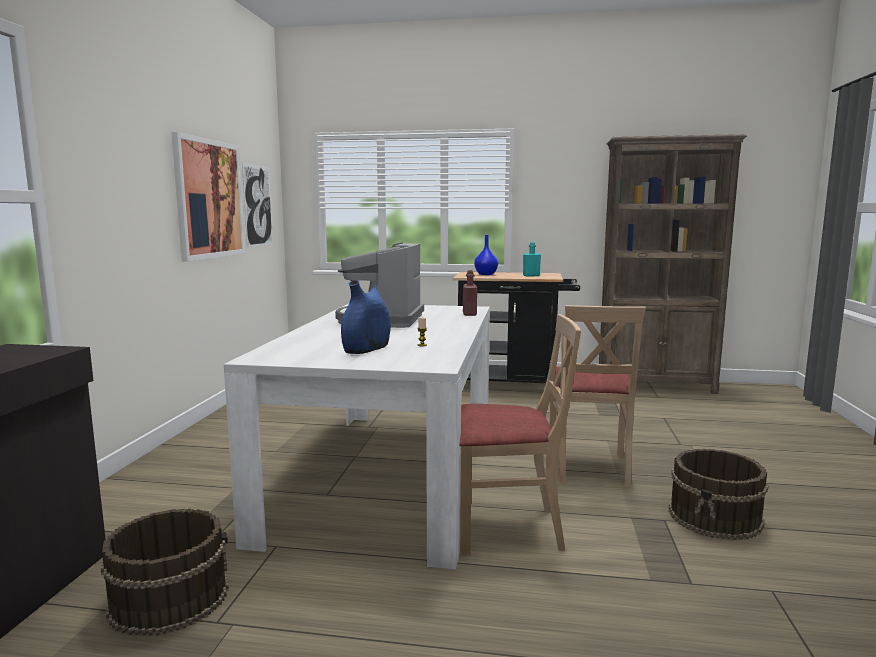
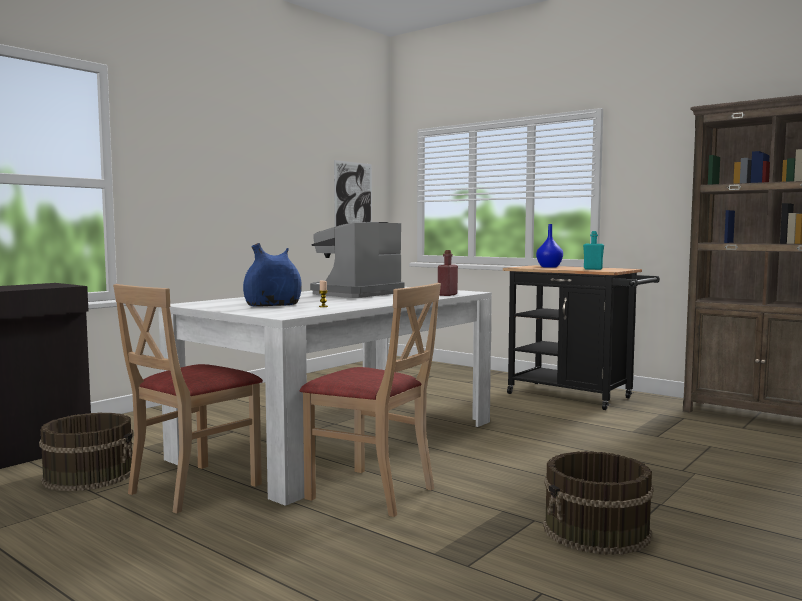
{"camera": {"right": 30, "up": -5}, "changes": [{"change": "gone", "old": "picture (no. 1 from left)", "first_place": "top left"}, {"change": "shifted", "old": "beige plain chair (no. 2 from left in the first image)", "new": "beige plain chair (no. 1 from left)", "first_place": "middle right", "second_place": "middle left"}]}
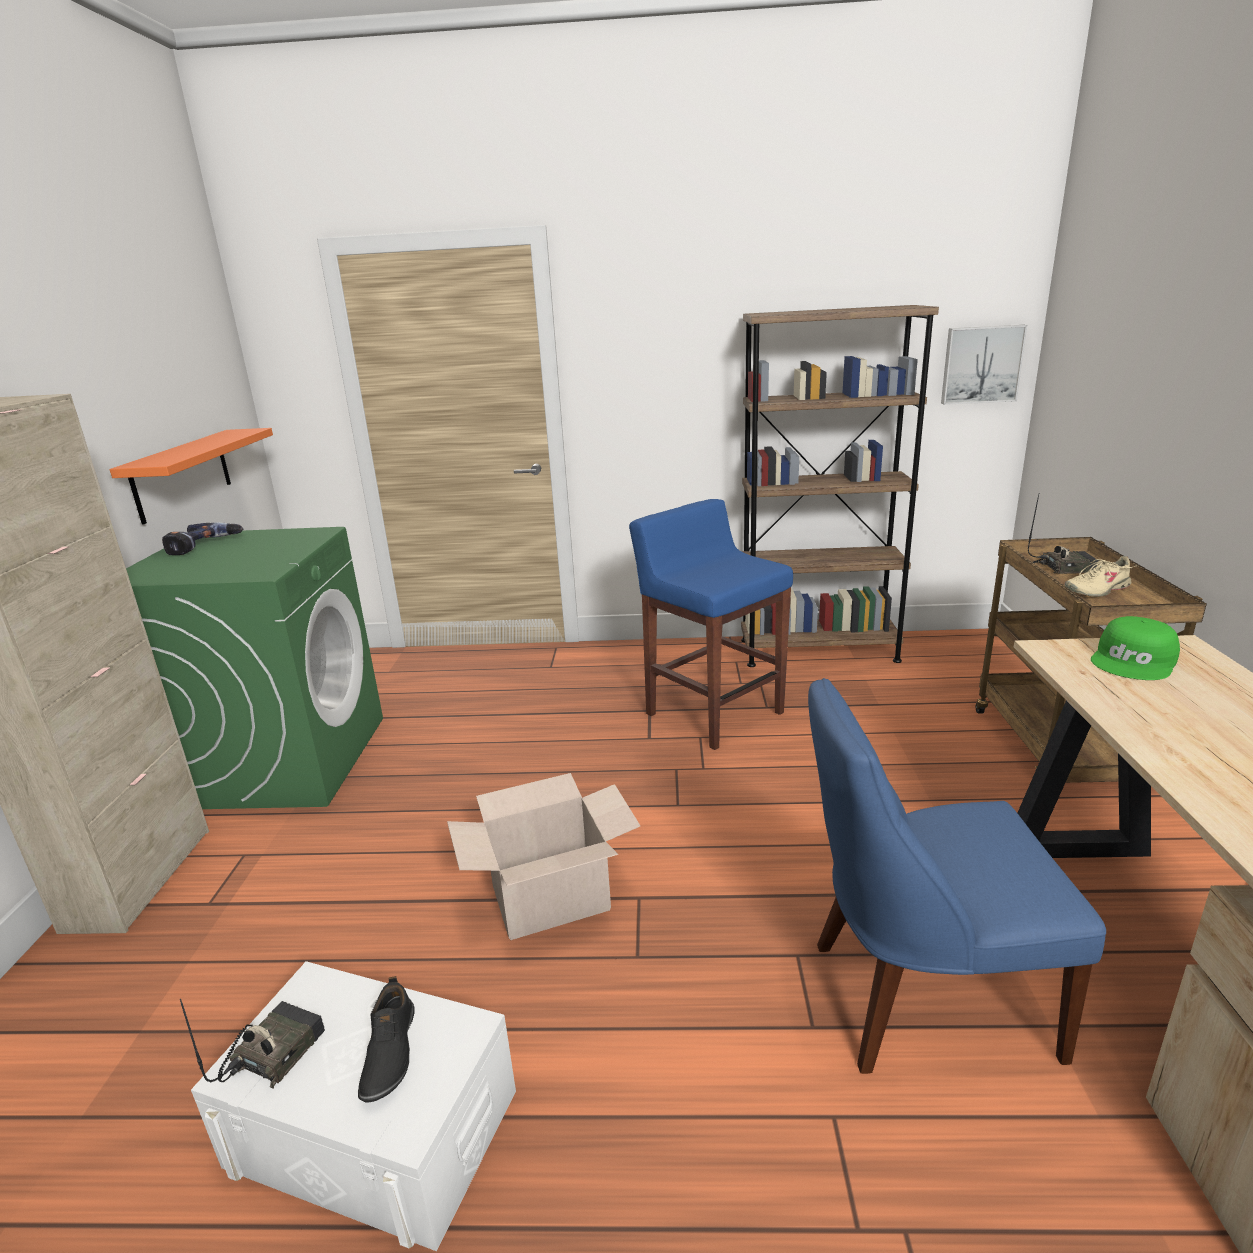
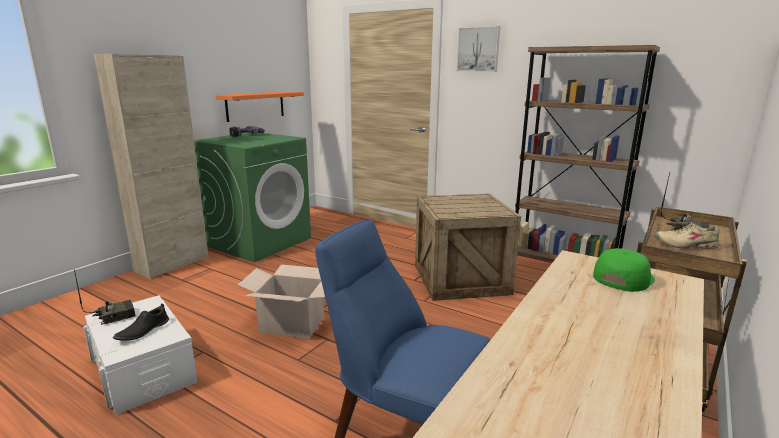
{"camera": {"right": 30, "up": -5}, "changes": [{"change": "shifted", "old": "picture", "first_place": "top right", "second_place": "top centre"}, {"change": "swapped", "old": "blue sitting stool", "new": "shipping crate", "first_place": "centre", "second_place": "centre"}, {"change": "rotated", "old": "greenish baseball cap", "first_place": "middle right", "second_place": "middle right", "degrees": 150}]}
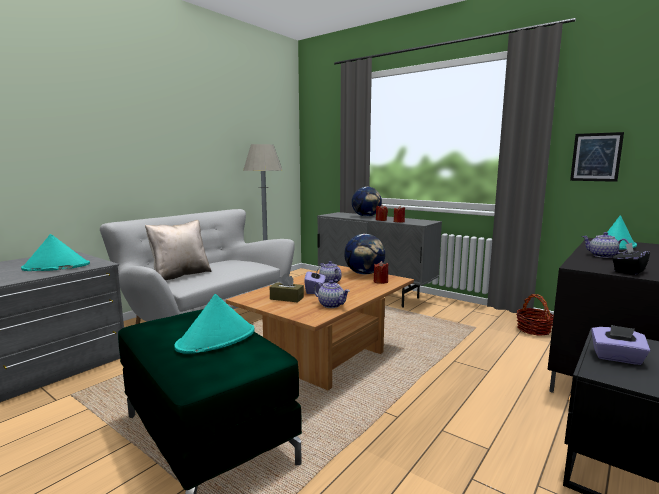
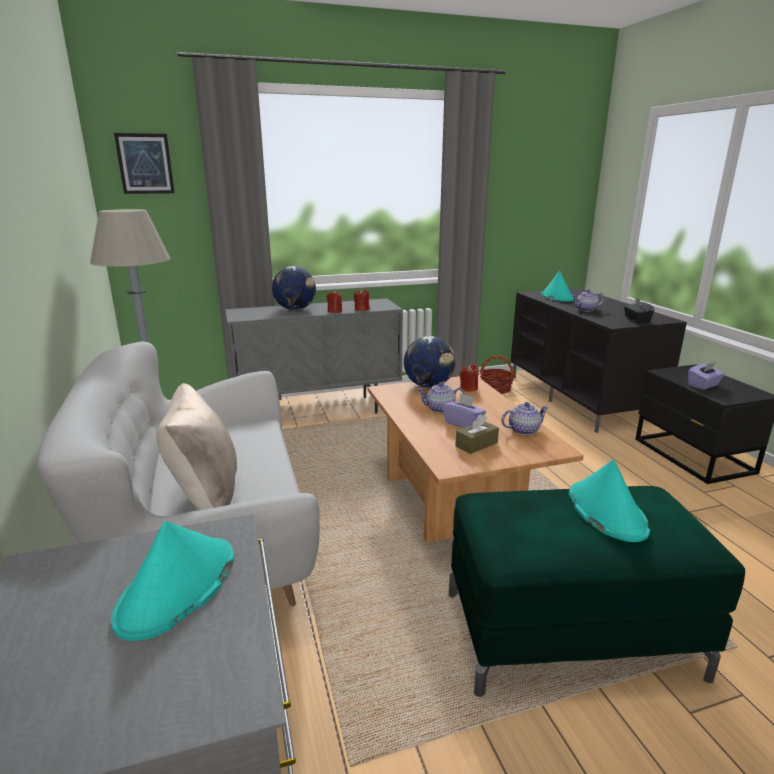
{"camera": {"right": -55, "up": 10}, "changes": [{"change": "shifted", "old": "picture", "first_place": "top right", "second_place": "top left"}]}
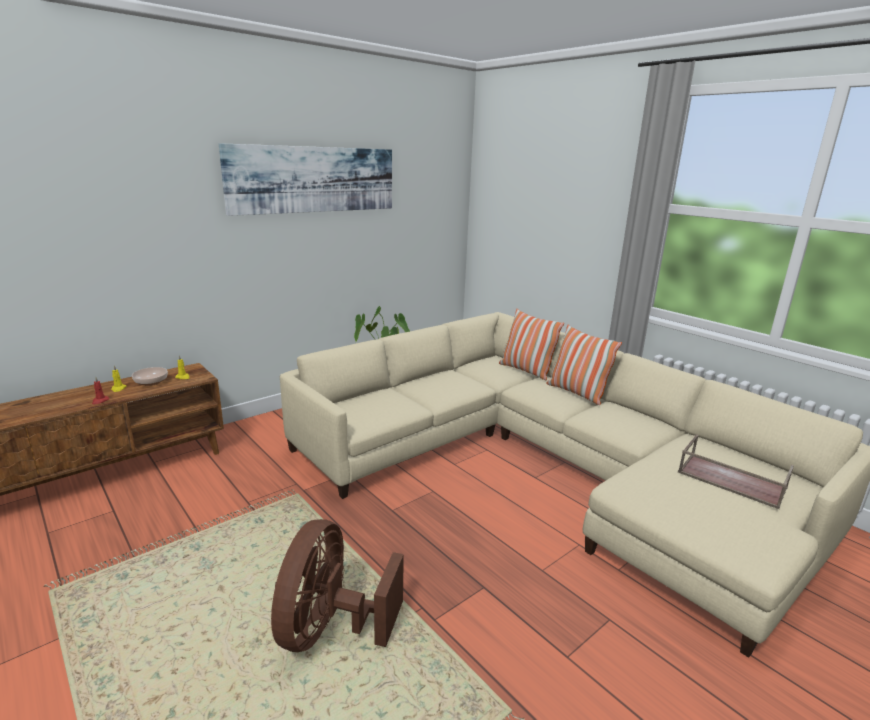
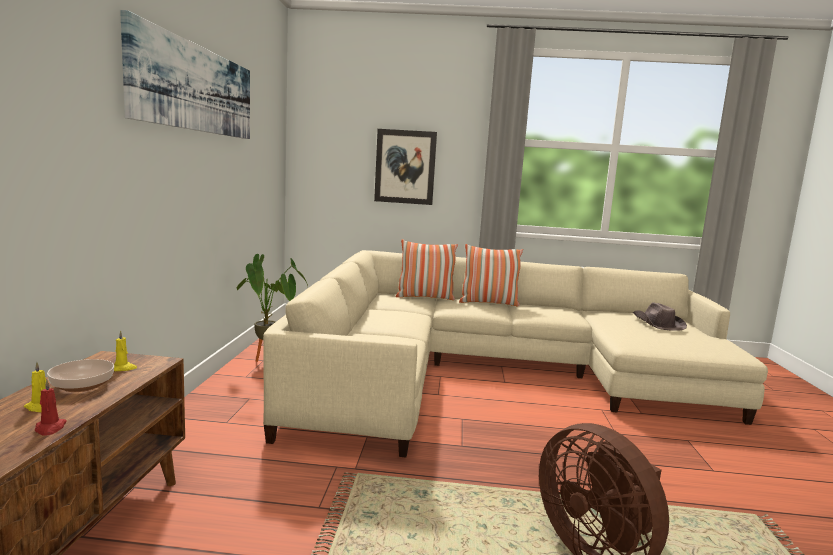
{"camera": {"right": -45, "up": -10}, "changes": [{"change": "swapped", "old": "brown tray", "new": "brown wearable hat", "first_place": "middle right", "second_place": "middle right"}, {"change": "new", "new": "picture (no. 2 from left)", "second_place": "top centre"}]}
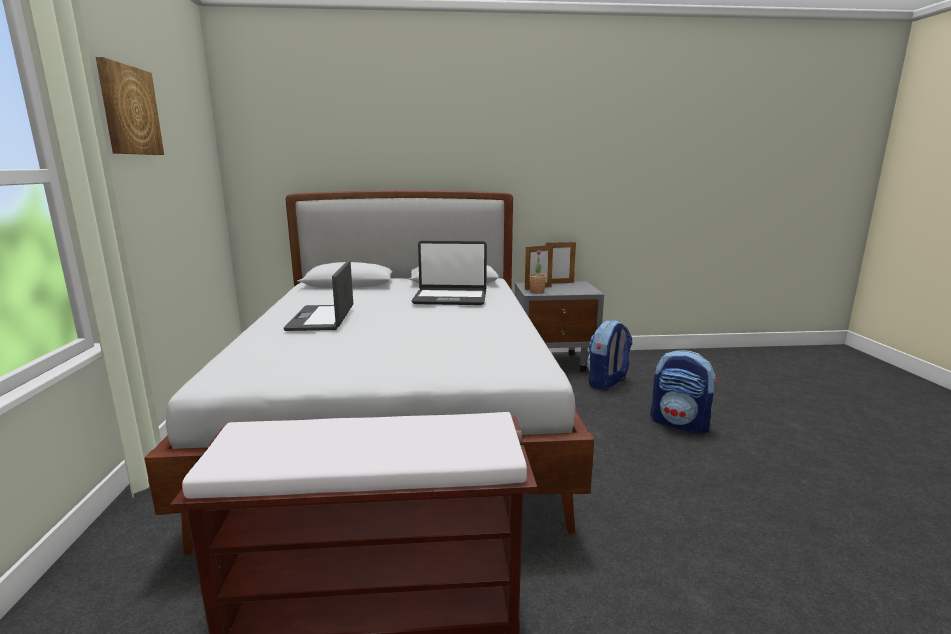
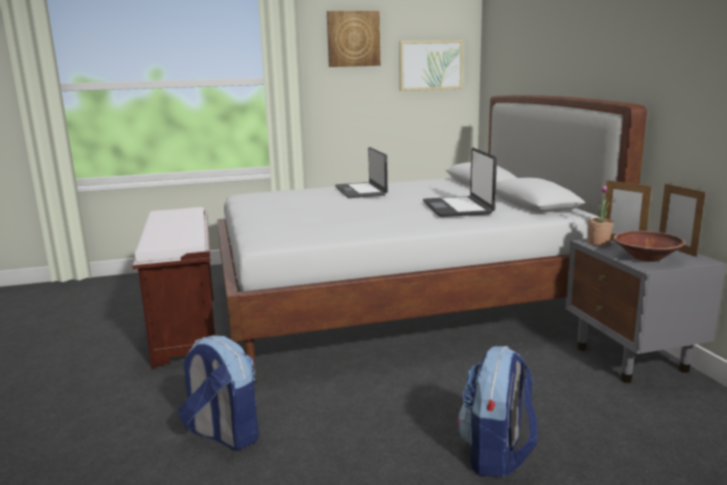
{"camera": {"right": 80, "up": 0}, "changes": [{"change": "rotated", "old": "portable computer (no. 1 from left)", "first_place": "centre", "second_place": "centre", "degrees": -90}, {"change": "shifted", "old": "rucksack (no. 1 from left)", "first_place": "centre", "second_place": "bottom left"}, {"change": "new", "new": "picture (no. 2 from left)", "second_place": "top centre"}, {"change": "new", "new": "brown serving bowl", "second_place": "middle right"}]}
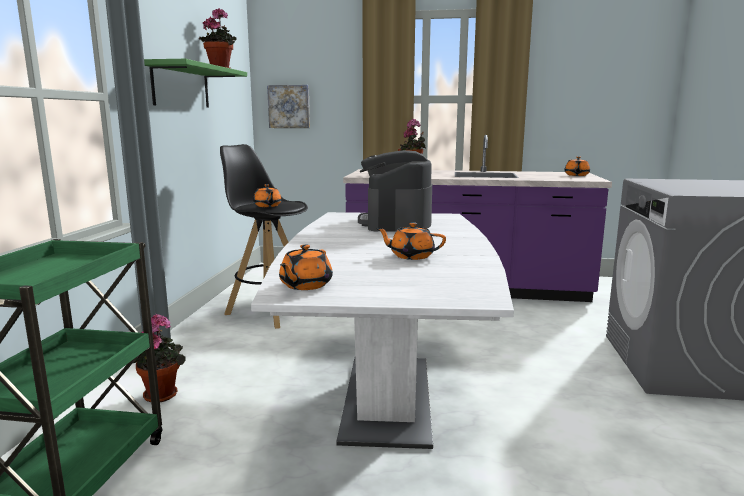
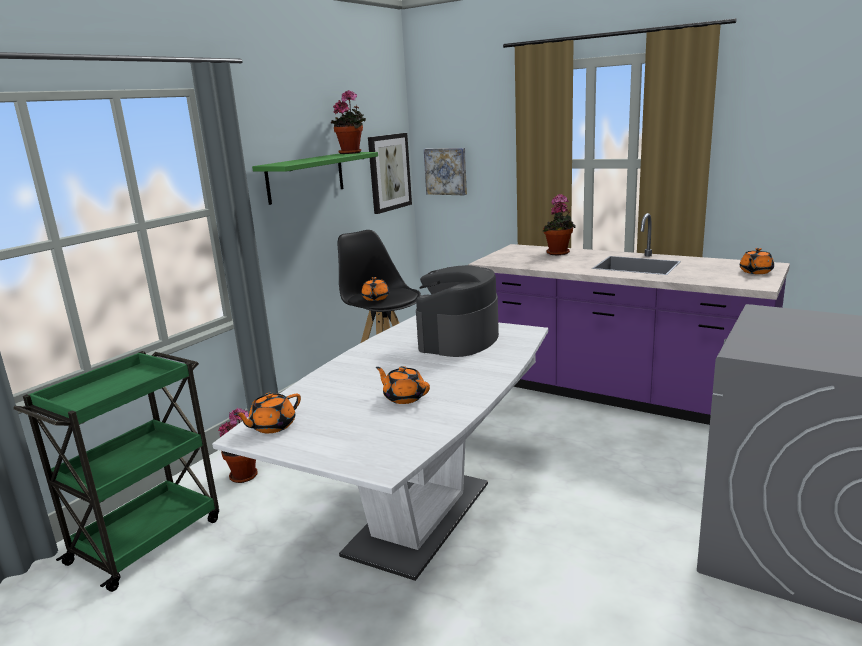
{"camera": {"right": 25, "up": 5}, "changes": [{"change": "new", "new": "picture (no. 1 from left)", "second_place": "top centre"}]}
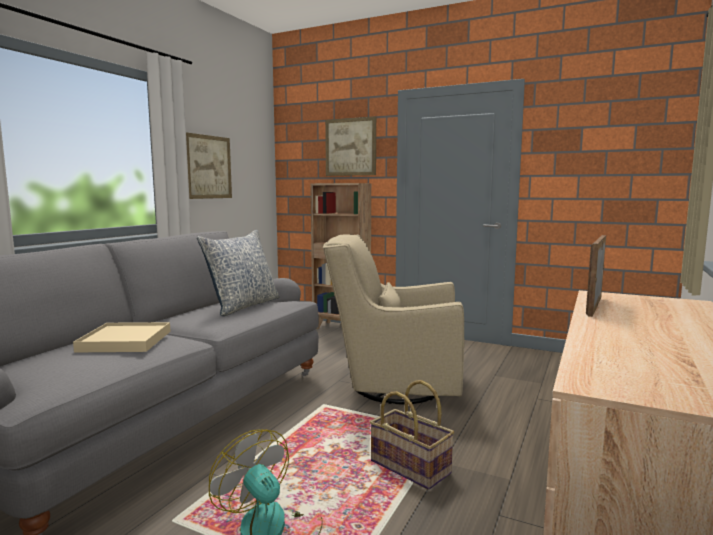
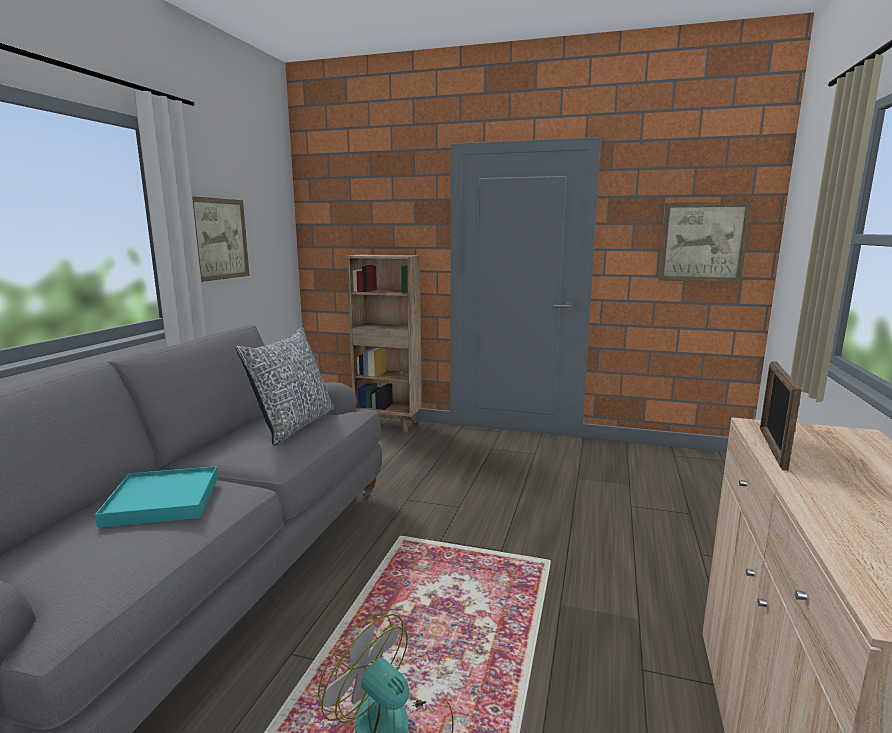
{"camera": {"right": -10, "up": 5}, "changes": [{"change": "shifted", "old": "picture (no. 2 from left)", "first_place": "top centre", "second_place": "top right"}, {"change": "gone", "old": "beige lounge chair", "first_place": "centre"}, {"change": "repainted", "old": "beige tray", "new": "turquoise tray", "first_place": "middle left", "second_place": "bottom left"}, {"change": "gone", "old": "basket", "first_place": "bottom centre"}]}
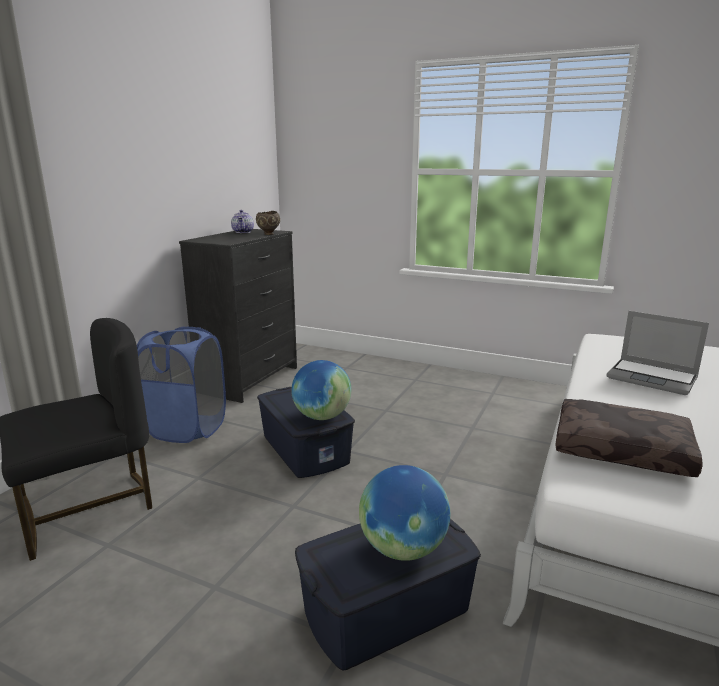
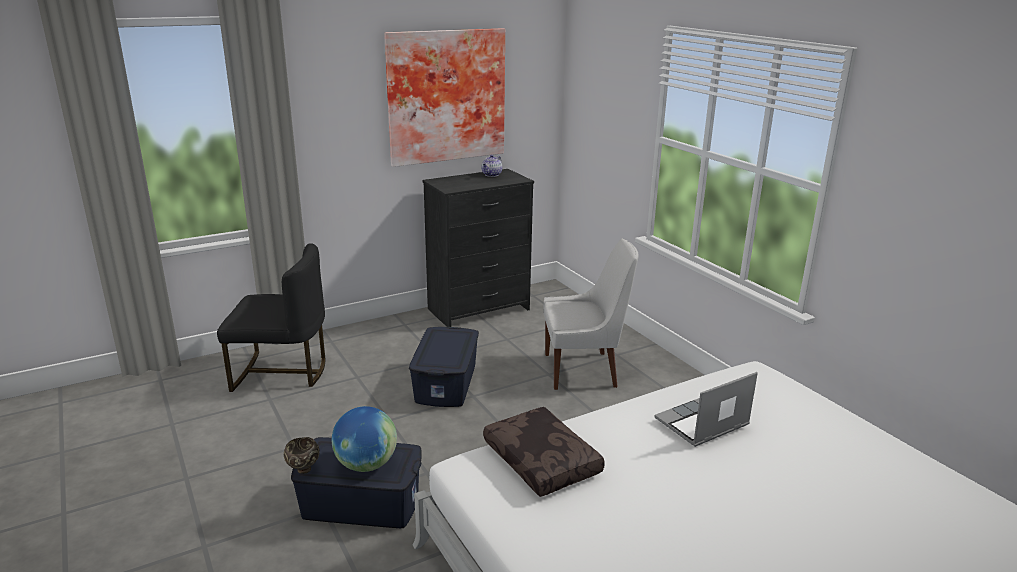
{"camera": {"right": 35, "up": 5}, "changes": [{"change": "shifted", "old": "brown serving bowl", "first_place": "top centre", "second_place": "bottom left"}, {"change": "rotated", "old": "portable computer", "first_place": "middle right", "second_place": "bottom right", "degrees": 75}, {"change": "gone", "old": "blue laundry basket", "first_place": "middle left"}, {"change": "gone", "old": "world globe (no. 1 from left)", "first_place": "centre"}, {"change": "new", "new": "picture", "second_place": "top centre"}, {"change": "new", "new": "whitish plain chair", "second_place": "centre"}]}
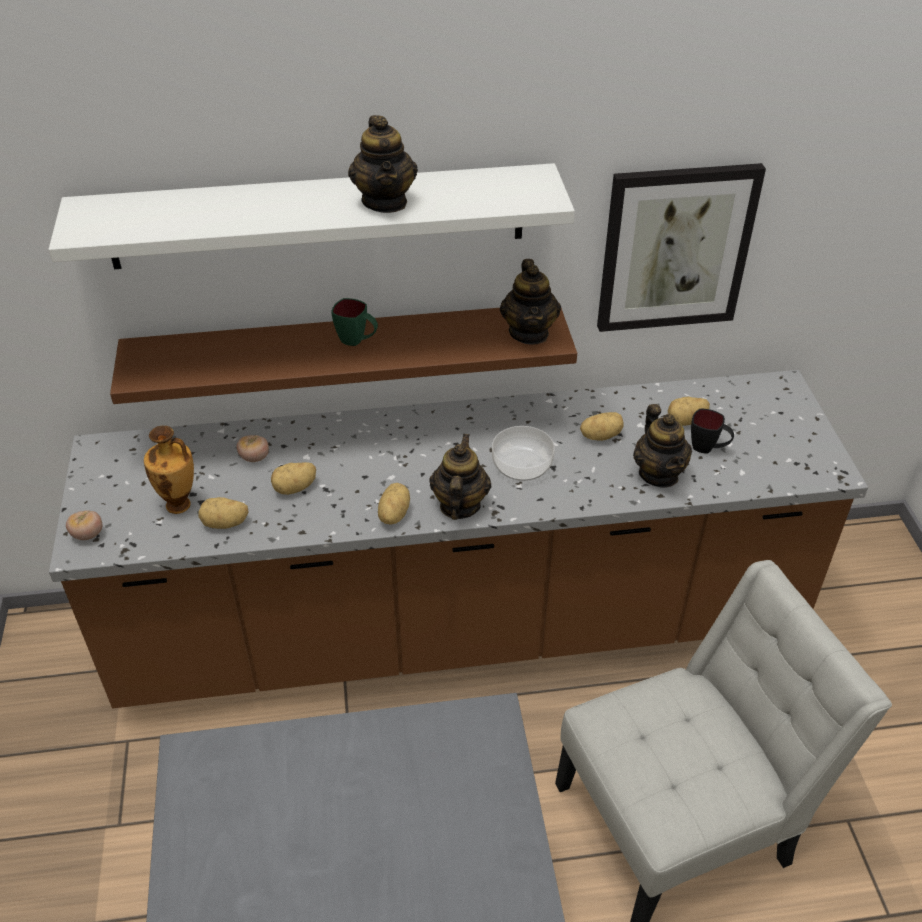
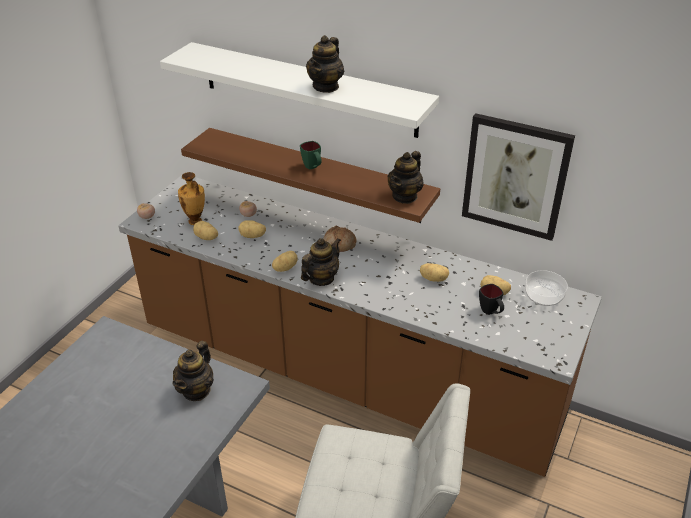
{"camera": {"right": 35, "up": -5}, "changes": [{"change": "shifted", "old": "tea pot (no. 4 from left in the first image)", "new": "tea pot (no. 1 from left)", "first_place": "middle right", "second_place": "bottom left"}, {"change": "shifted", "old": "serving bowl", "first_place": "centre", "second_place": "middle right"}, {"change": "new", "new": "bread", "second_place": "centre"}]}
